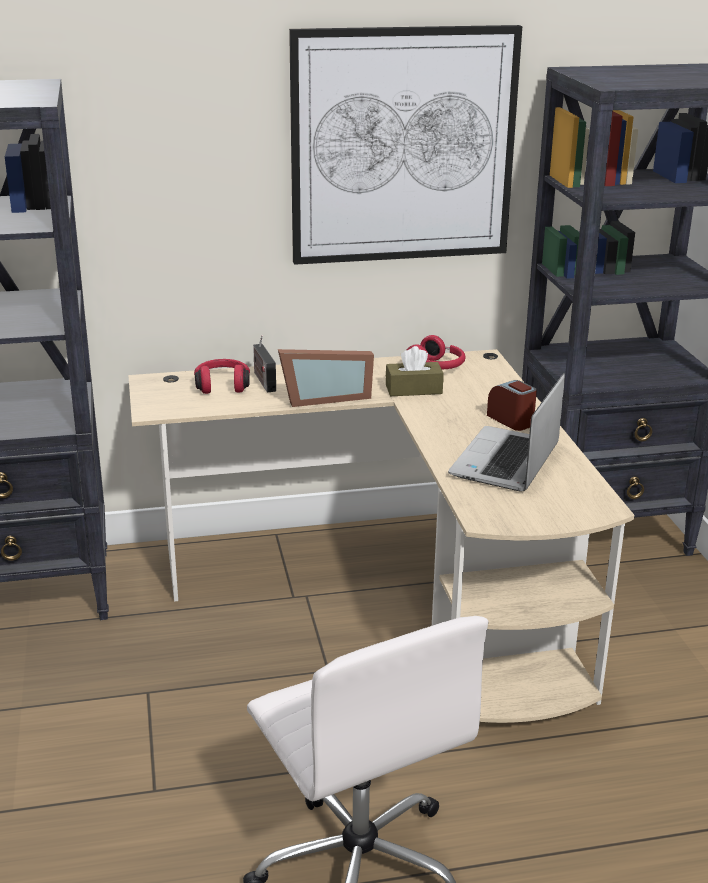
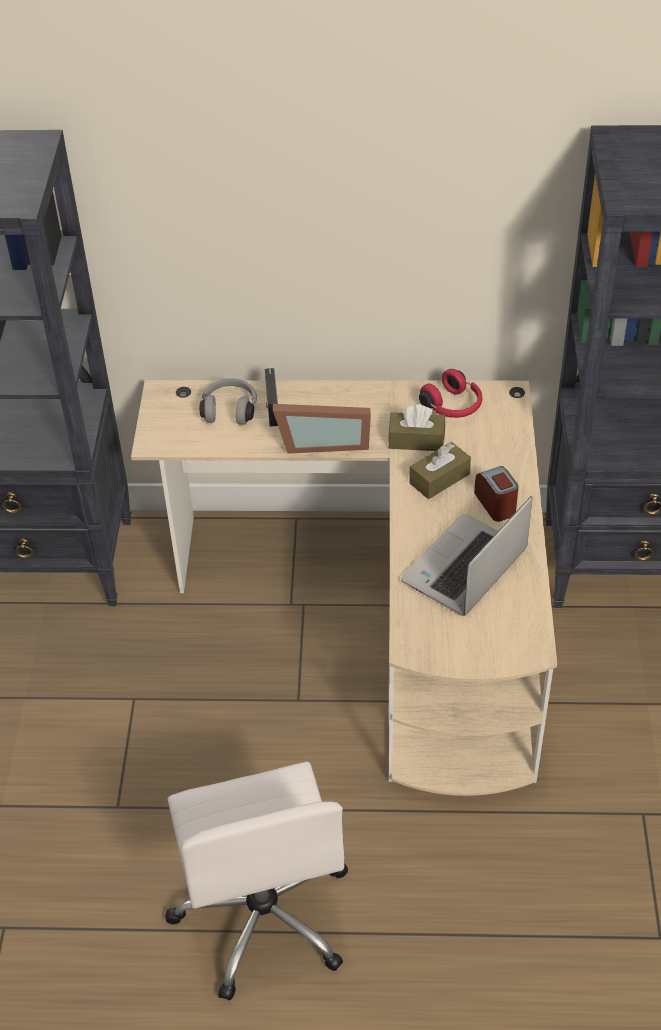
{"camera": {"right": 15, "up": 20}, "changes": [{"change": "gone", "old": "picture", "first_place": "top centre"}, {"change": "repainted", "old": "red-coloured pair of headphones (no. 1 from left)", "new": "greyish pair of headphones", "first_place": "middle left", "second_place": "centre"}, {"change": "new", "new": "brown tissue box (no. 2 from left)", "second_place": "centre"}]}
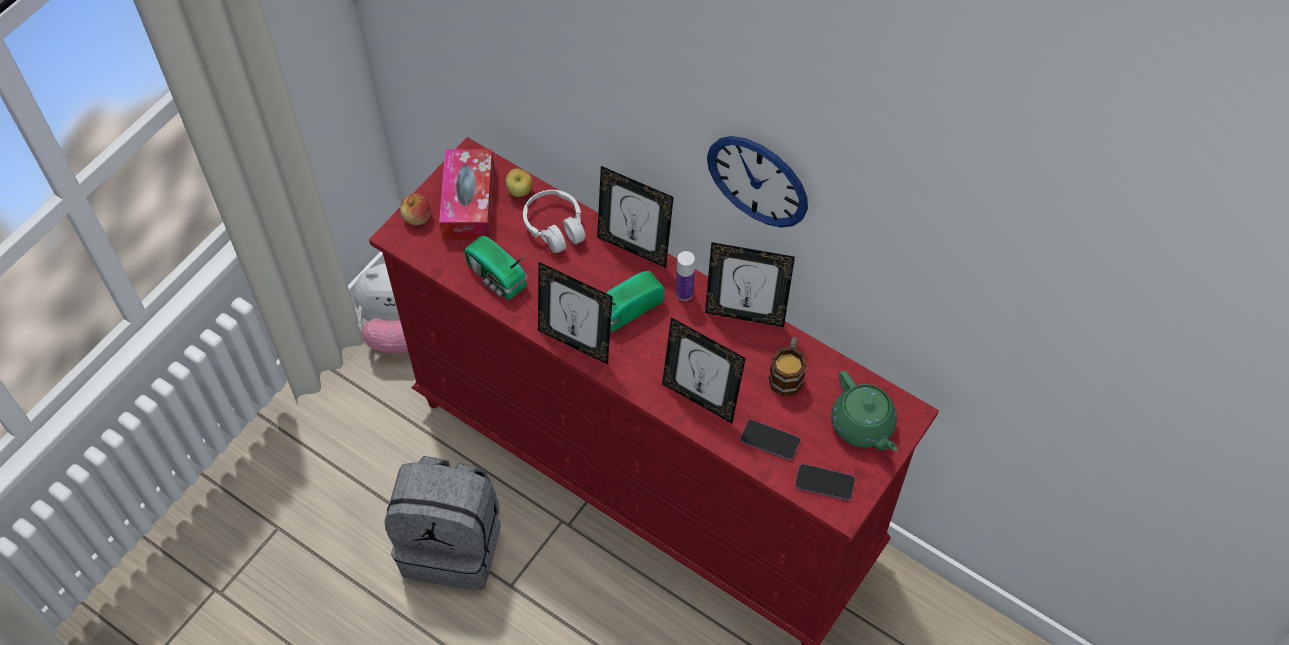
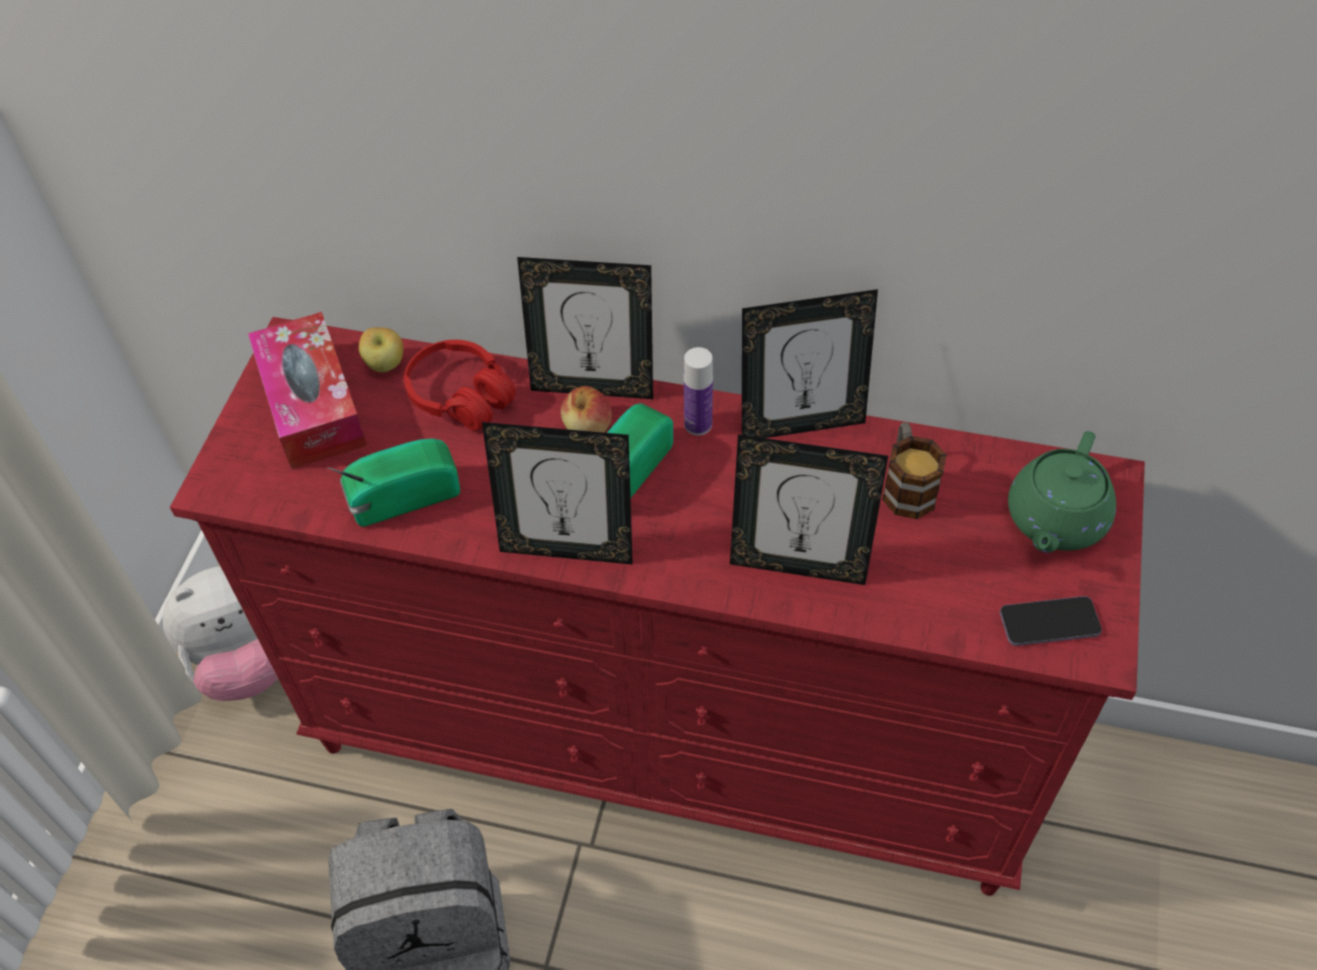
{"camera": {"right": -20, "up": -5}, "changes": [{"change": "gone", "old": "hanging clock", "first_place": "top centre"}, {"change": "repainted", "old": "whitish pair of headphones", "new": "red-coloured pair of headphones", "first_place": "centre", "second_place": "centre"}, {"change": "shifted", "old": "apple (no. 1 from left in the first image)", "new": "apple (no. 2 from left)", "first_place": "top left", "second_place": "centre"}, {"change": "rotated", "old": "radio (no. 1 from left)", "first_place": "centre", "second_place": "middle left", "degrees": 135}, {"change": "rotated", "old": "greenish tea pot", "first_place": "middle right", "second_place": "middle right", "degrees": 75}, {"change": "gone", "old": "phone (no. 1 from left)", "first_place": "bottom centre"}]}
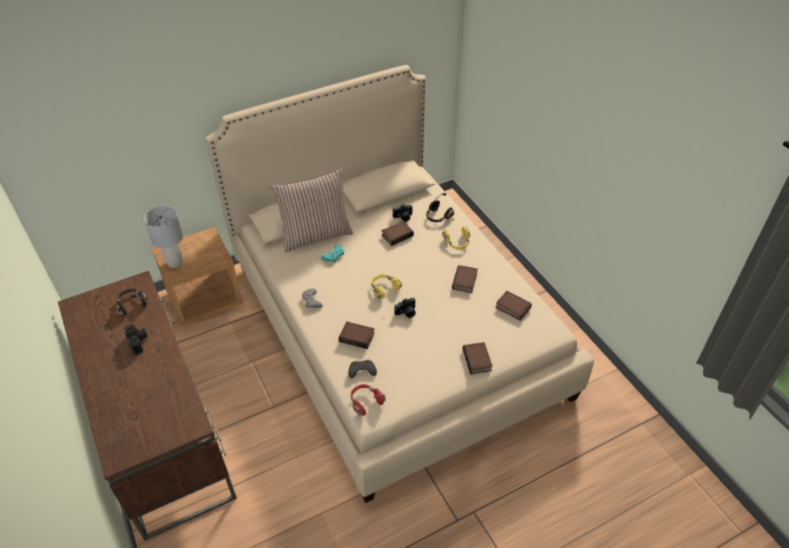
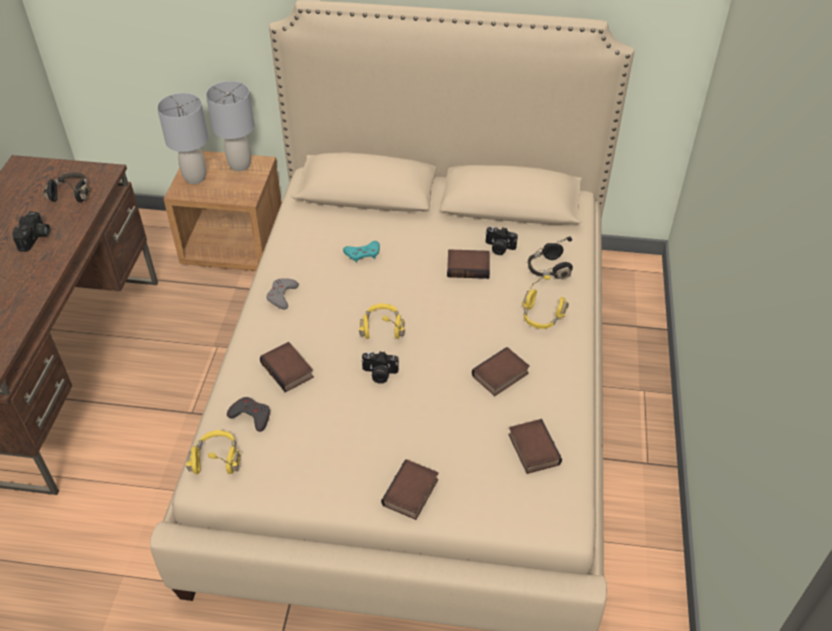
{"camera": {"right": 35, "up": 0}, "changes": [{"change": "gone", "old": "cushion", "first_place": "centre"}, {"change": "repainted", "old": "red-coloured pair of headphones", "new": "yellow pair of headphones (no. 1 from left)", "first_place": "bottom centre", "second_place": "bottom left"}, {"change": "new", "new": "greyish tabletop lamp (no. 2 from left)", "second_place": "top left"}]}
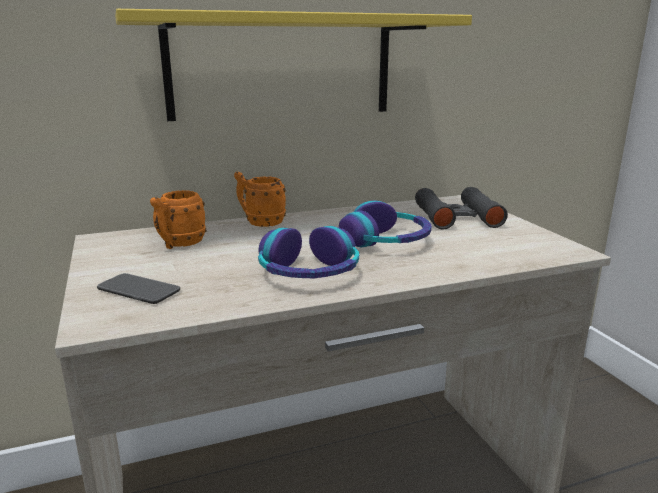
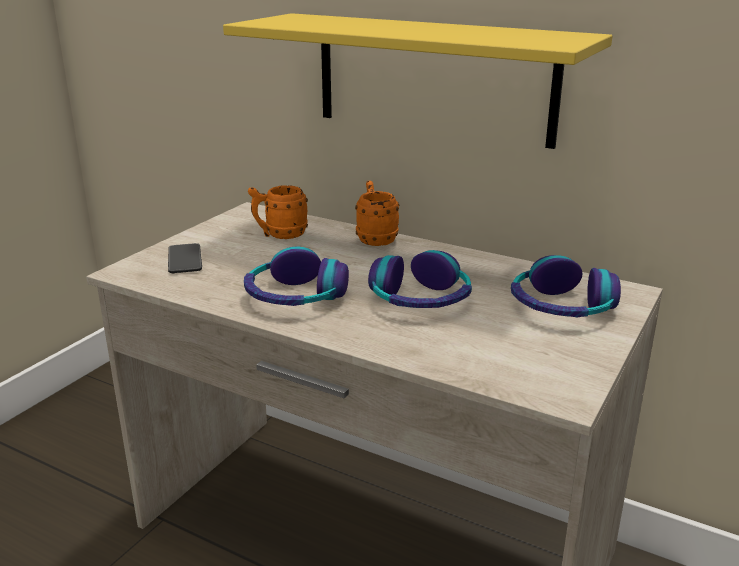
{"camera": {"right": 50, "up": 5}, "changes": [{"change": "swapped", "old": "blackish field glasses", "new": "pair of headphones (no. 3 from left)", "first_place": "middle right", "second_place": "middle right"}]}
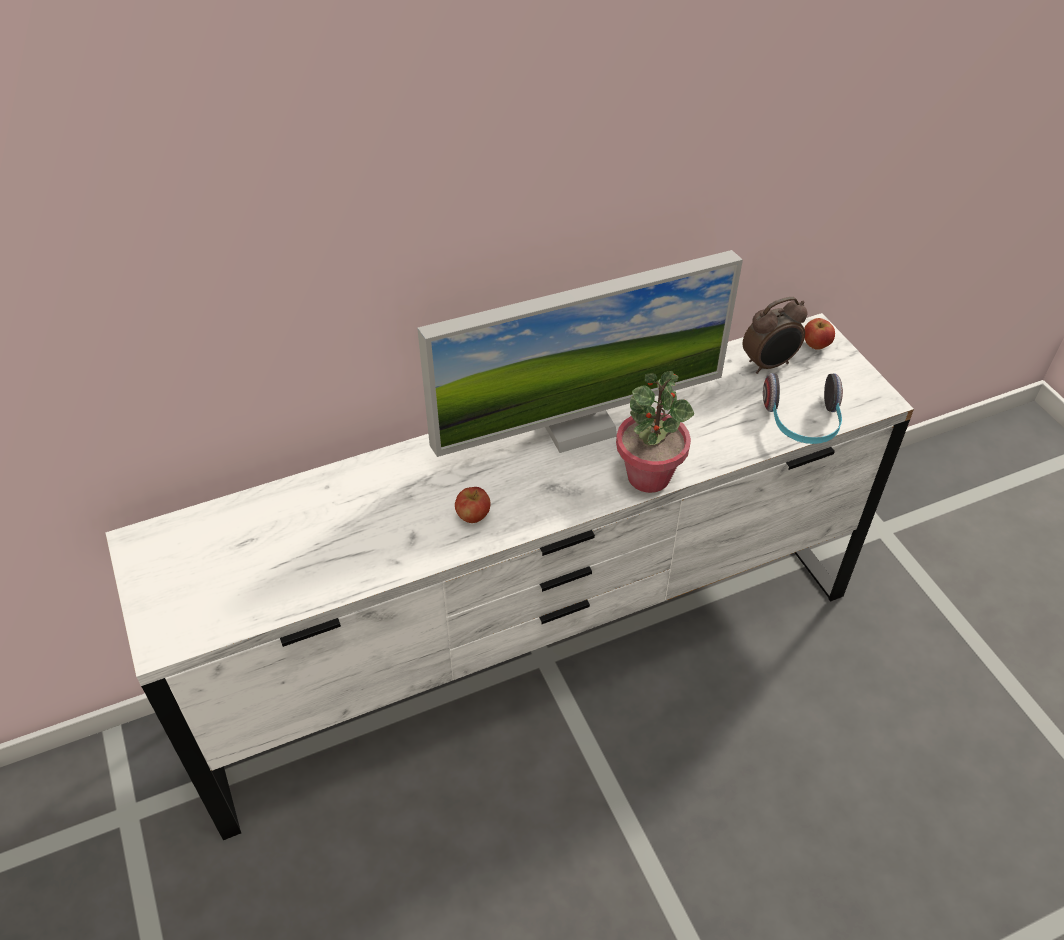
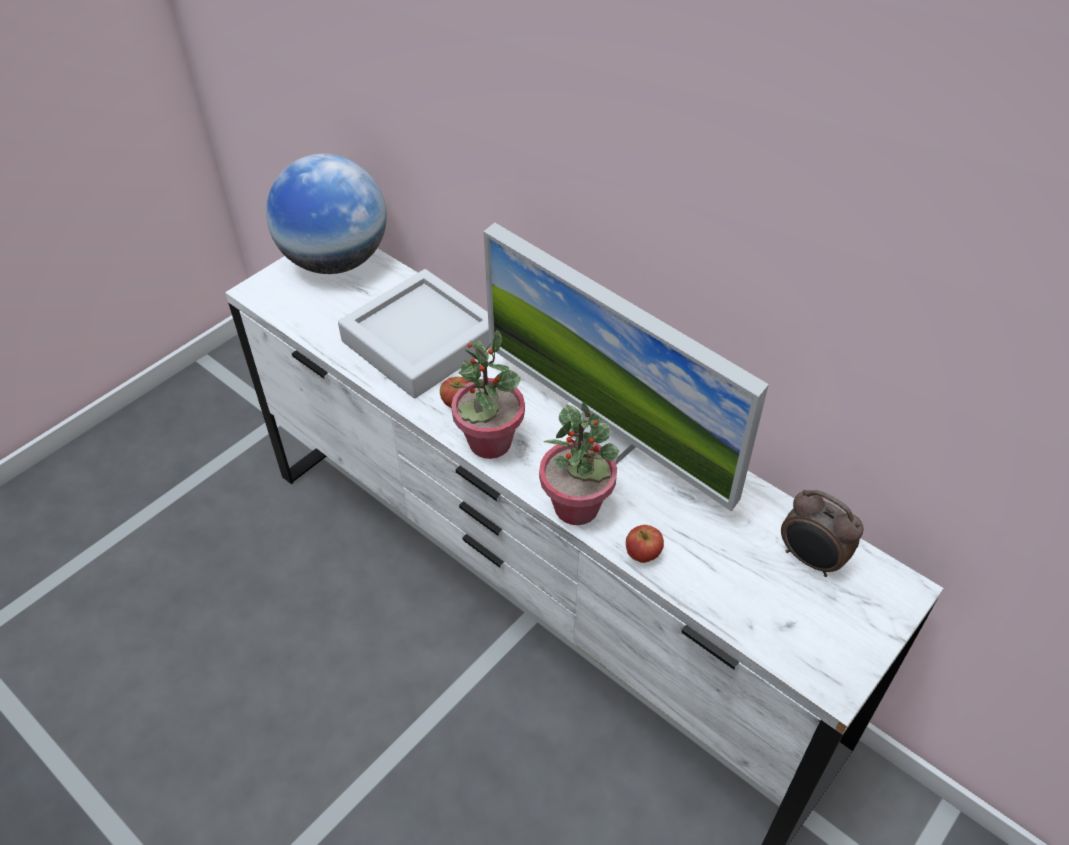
{"camera": {"right": 65, "up": 0}, "changes": [{"change": "shifted", "old": "apple (no. 2 from left)", "first_place": "middle right", "second_place": "centre"}, {"change": "gone", "old": "pair of headphones", "first_place": "middle right"}, {"change": "new", "new": "world globe", "second_place": "top left"}, {"change": "new", "new": "greyish tray", "second_place": "centre"}, {"change": "new", "new": "plant in a pot (no. 1 from left)", "second_place": "centre"}]}
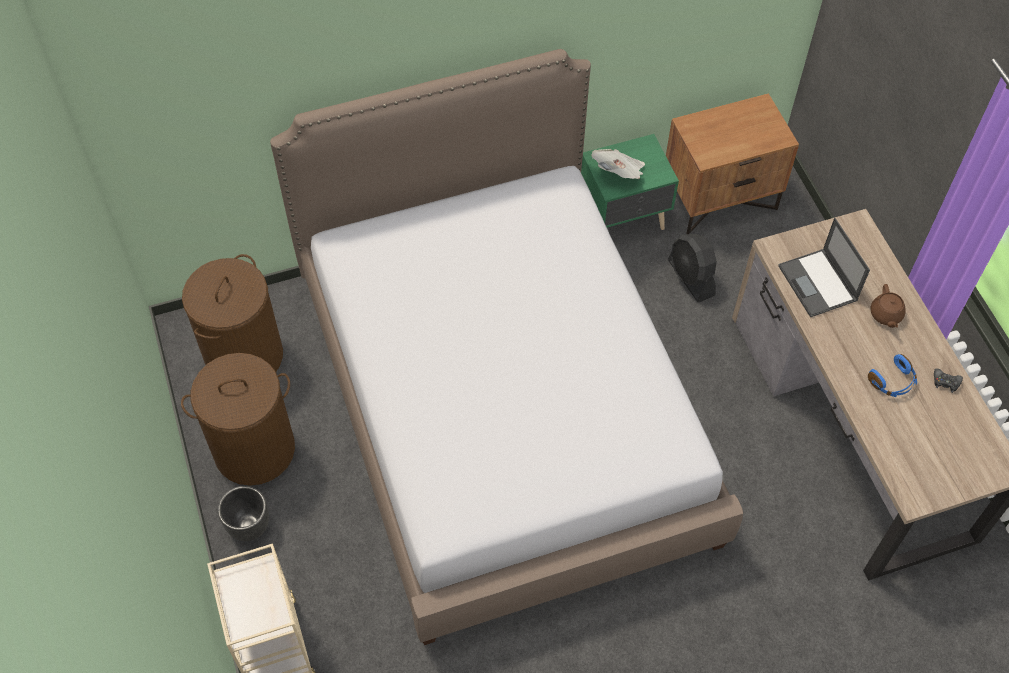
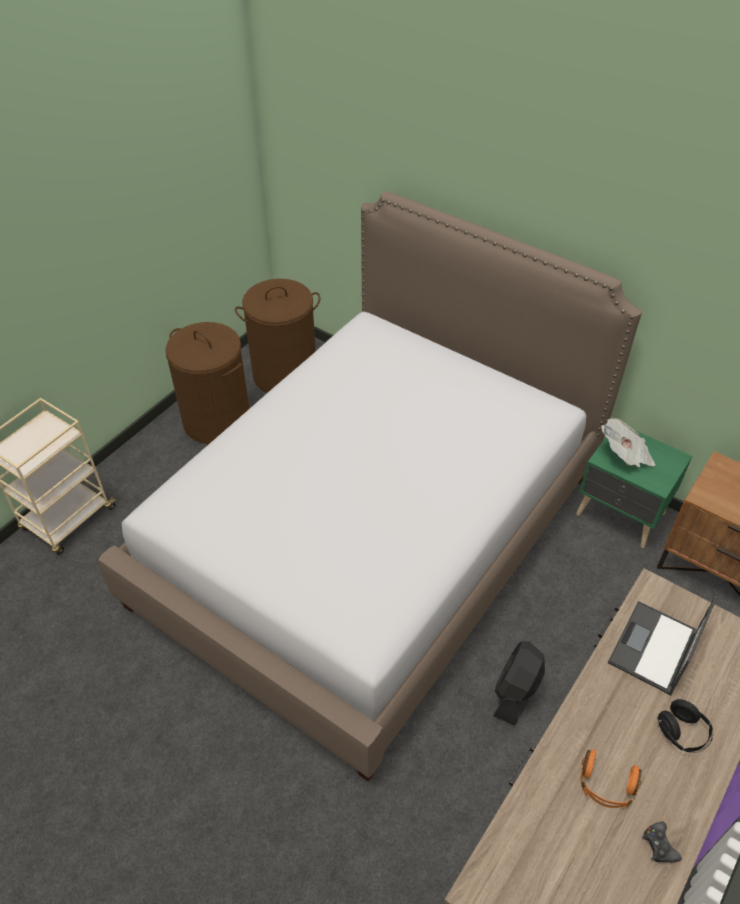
{"camera": {"right": 55, "up": -10}, "changes": [{"change": "shifted", "old": "blackish electric fan", "first_place": "middle right", "second_place": "bottom right"}, {"change": "swapped", "old": "brown tea pot", "new": "blackish pair of headphones", "first_place": "middle right", "second_place": "bottom right"}, {"change": "repainted", "old": "blue pair of headphones", "new": "orangey pair of headphones", "first_place": "middle right", "second_place": "bottom right"}, {"change": "gone", "old": "blackish plant pot", "first_place": "bottom left"}]}
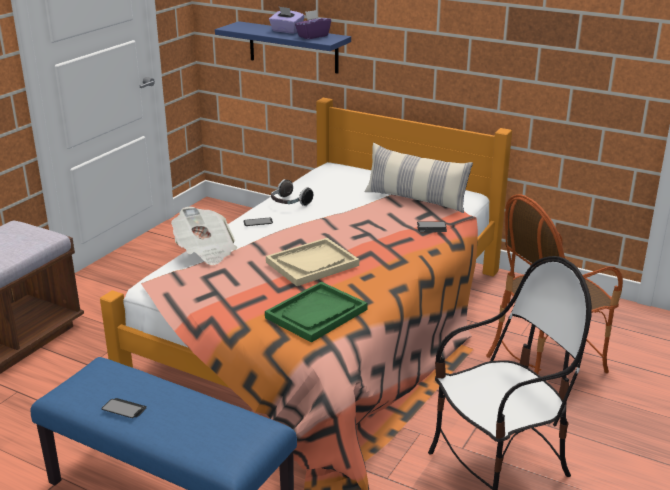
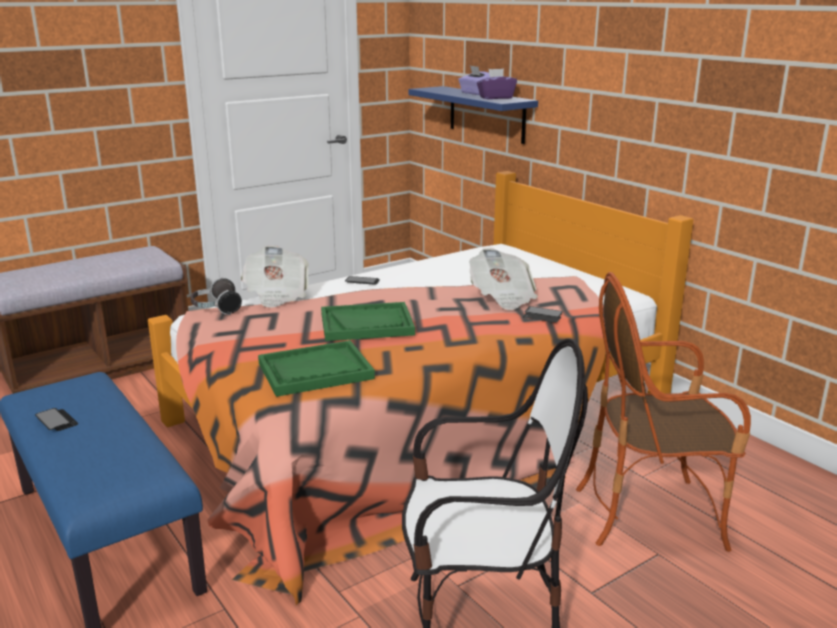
{"camera": {"right": 25, "up": -5}, "changes": [{"change": "gone", "old": "cushion", "first_place": "centre"}, {"change": "shifted", "old": "pair of headphones", "first_place": "centre", "second_place": "middle left"}, {"change": "repainted", "old": "beige tray", "new": "greenish tray (no. 2 from left)", "first_place": "centre", "second_place": "centre"}, {"change": "new", "new": "printed paper (no. 2 from left)", "second_place": "centre"}]}
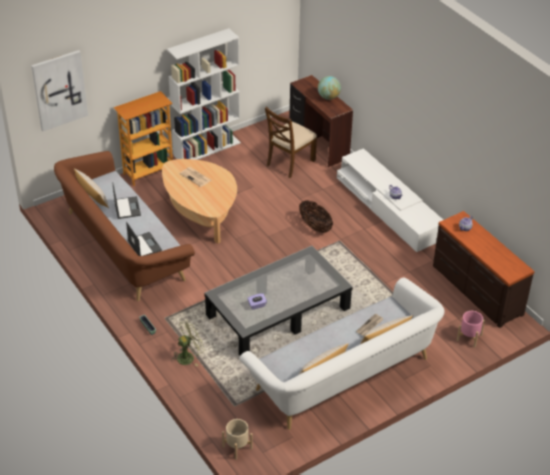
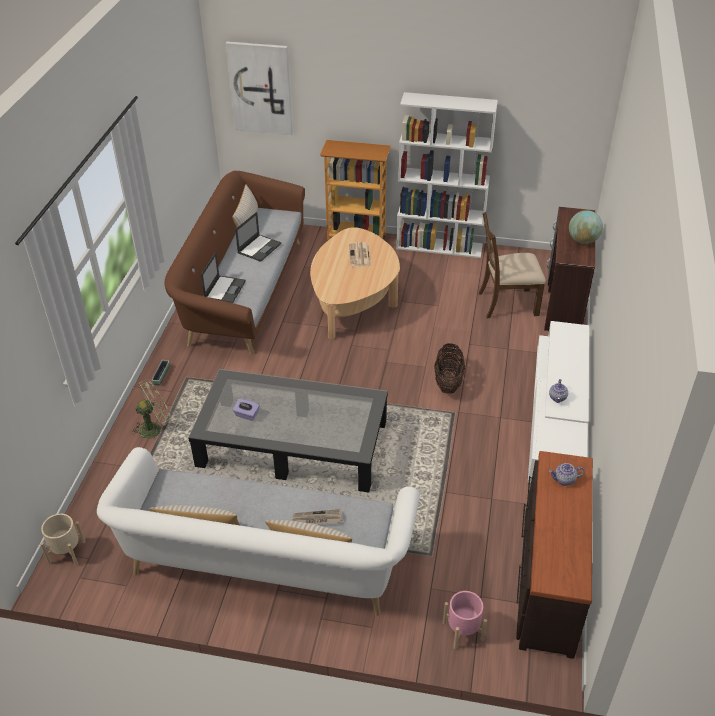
{"camera": {"right": 45, "up": 0}, "changes": [{"change": "rotated", "old": "greenish electric fan", "first_place": "bottom centre", "second_place": "middle left", "degrees": -45}]}
